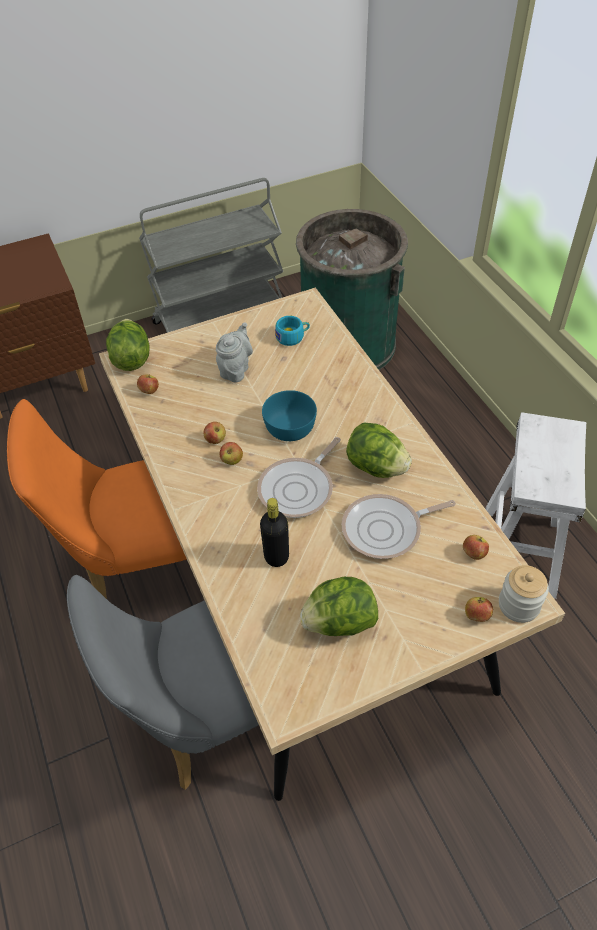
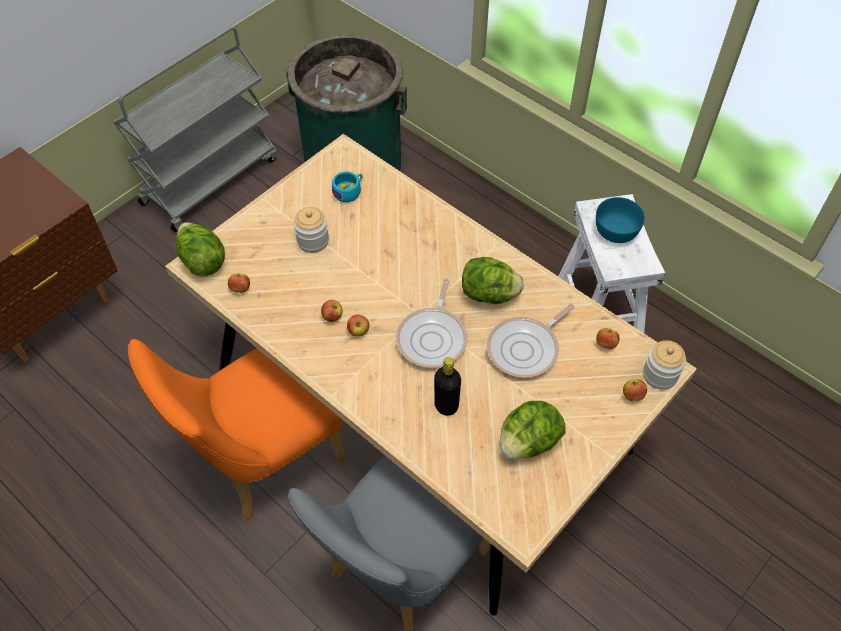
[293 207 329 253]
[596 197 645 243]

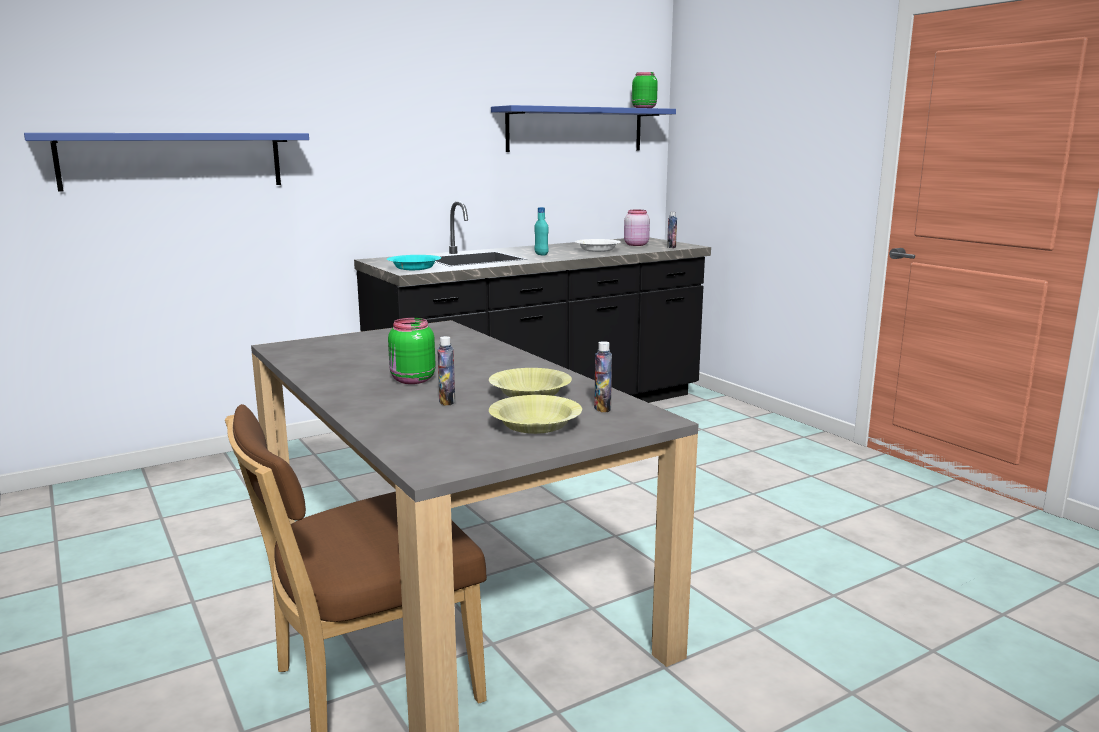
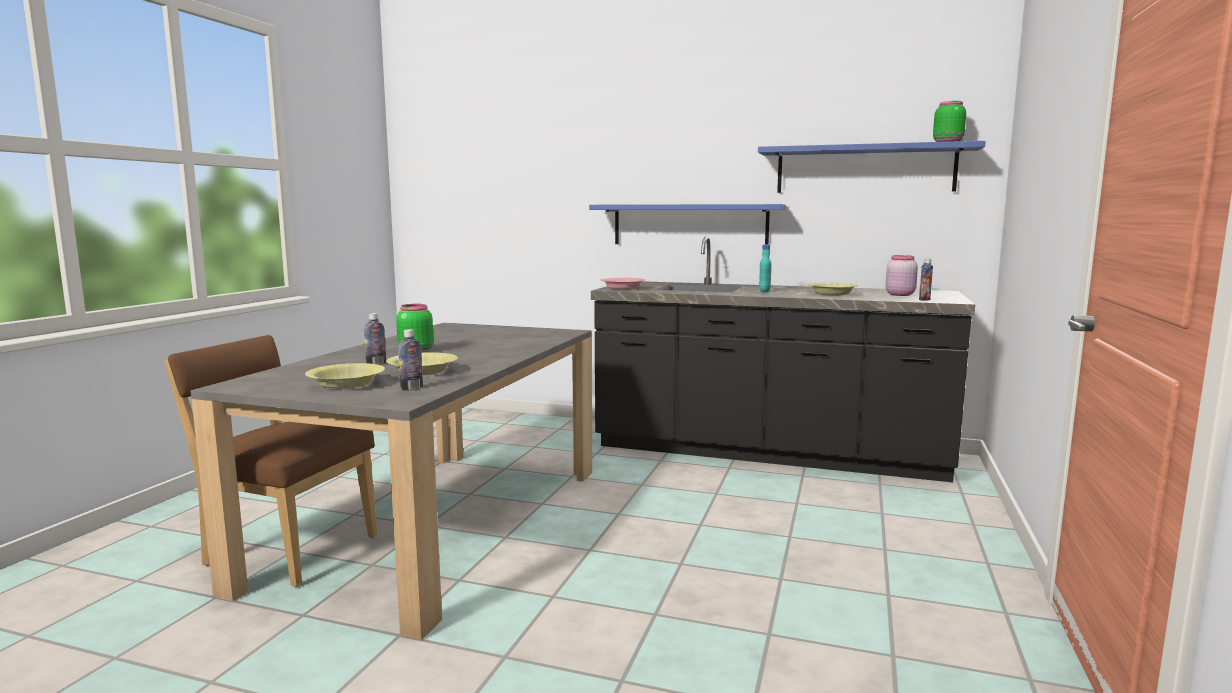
[589 204 786 245]
[600 278 646 290]
[807 282 859 296]

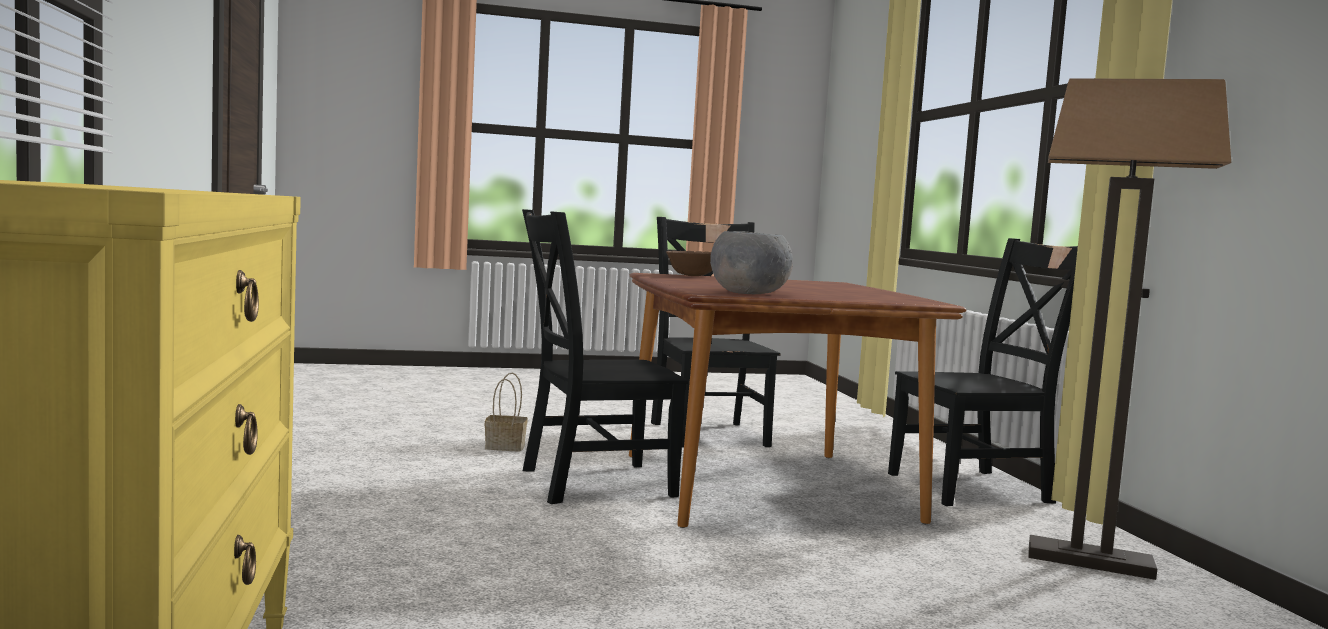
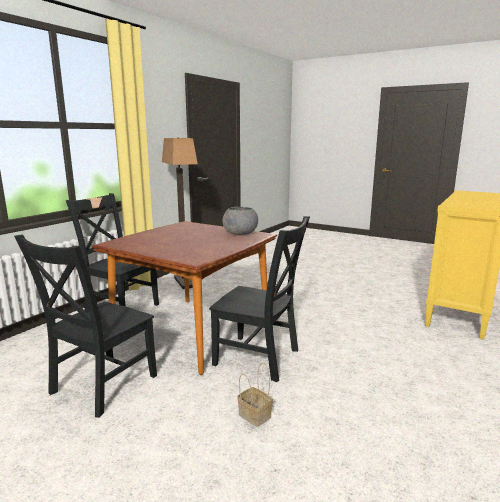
[666 251 712 276] (first image)

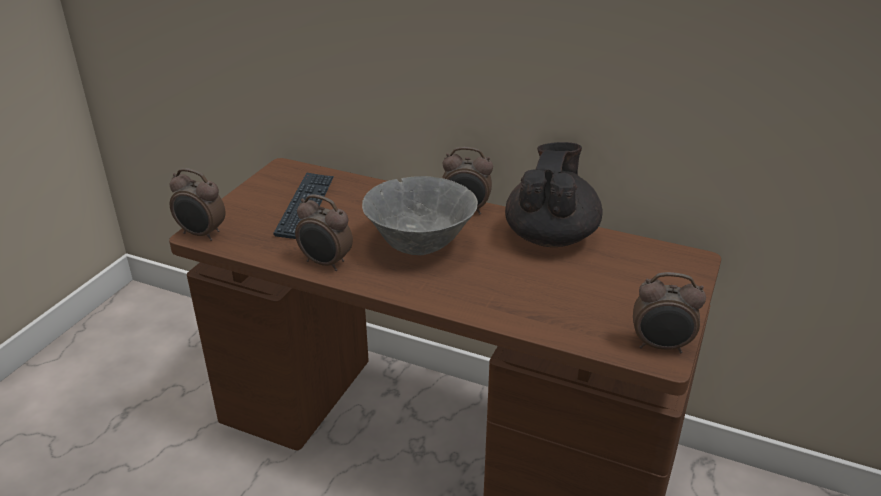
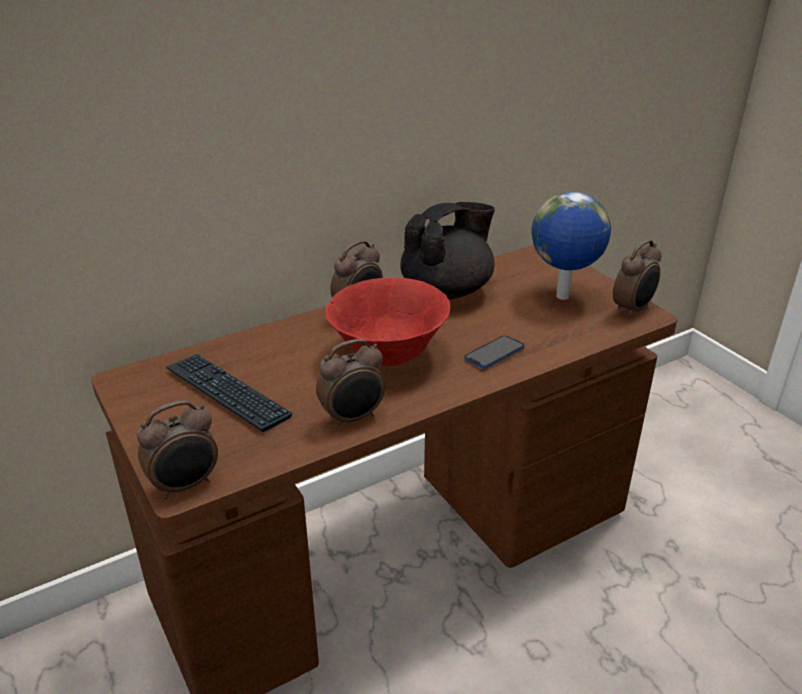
[325 277 450 366]
[400 202 495 299]
[464 335 524 369]
[532 192 611 300]

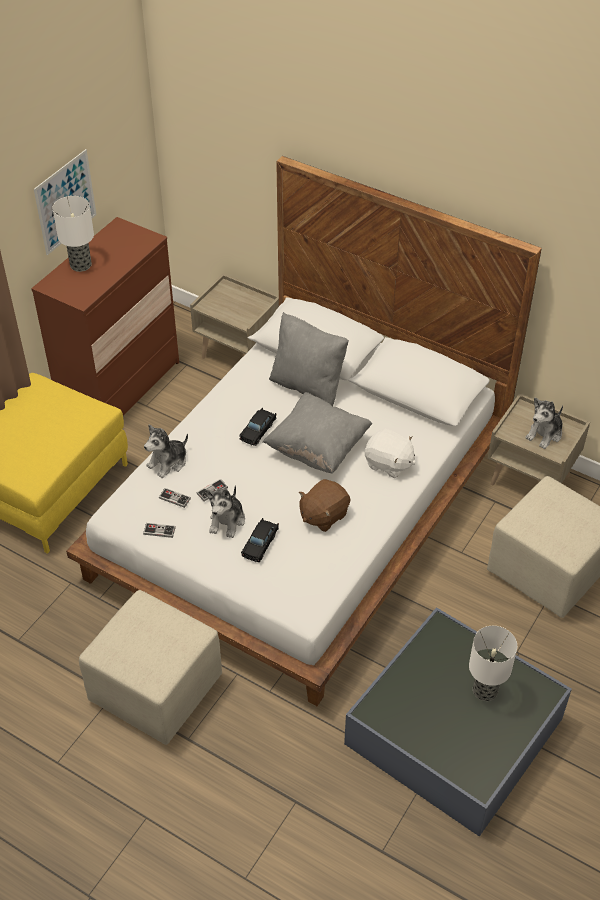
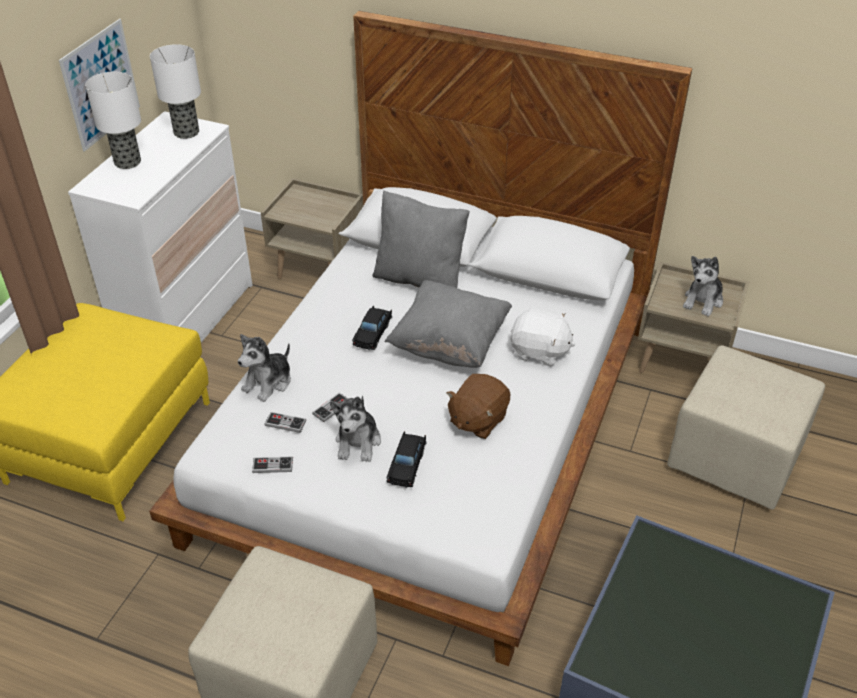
[68 111 253 342]
[150 44 201 139]

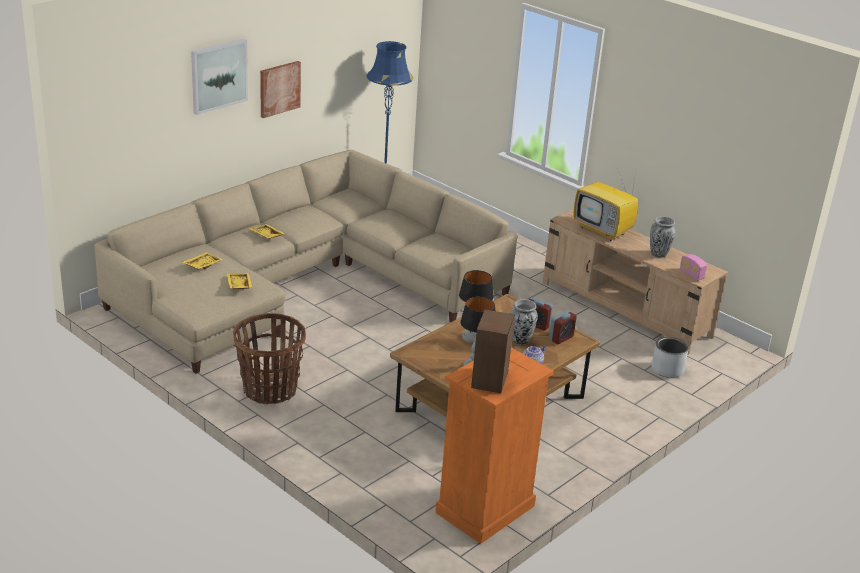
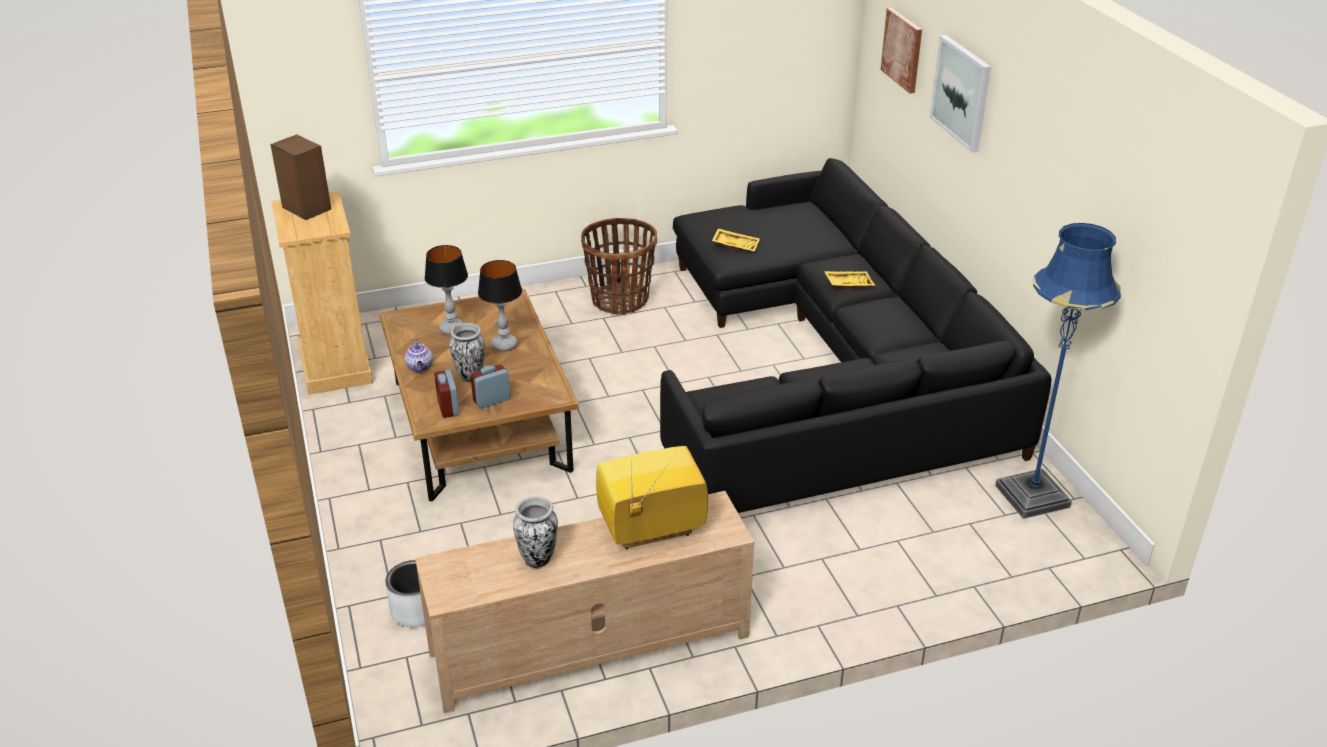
[272 192 373 395]
[660 158 1052 513]
[881 8 922 93]
[183 252 223 269] (first image)
[680 254 707 281] (first image)

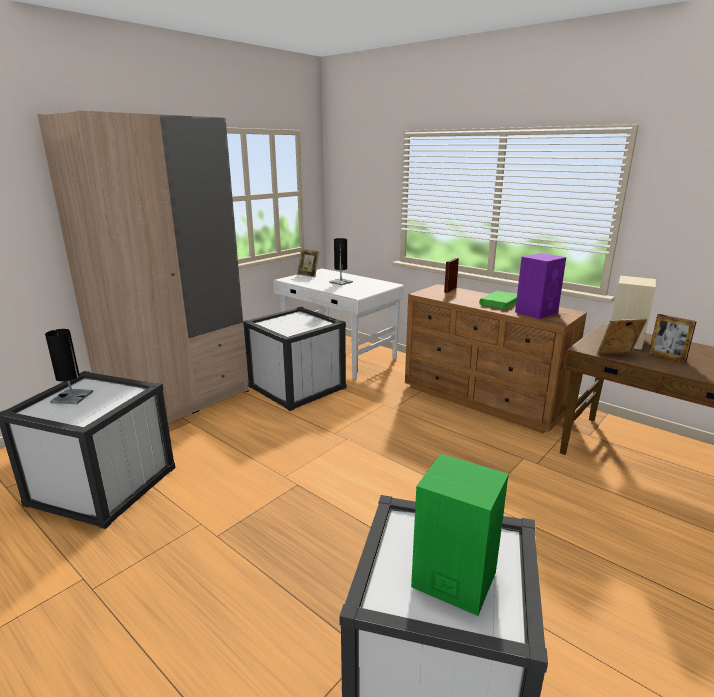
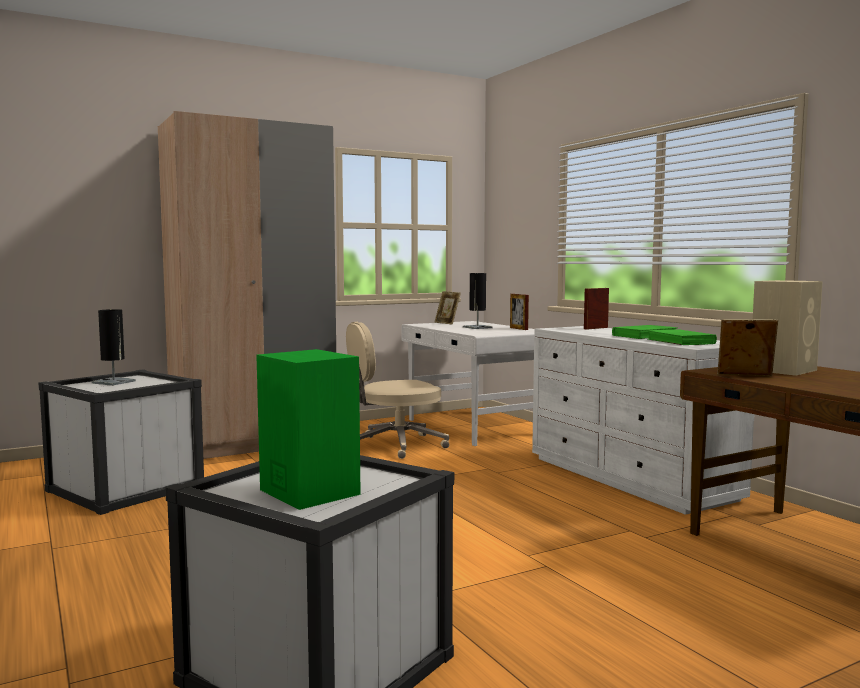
[346 322 449 459]
[510 294 529 330]
[532 326 754 515]
[647 329 717 345]

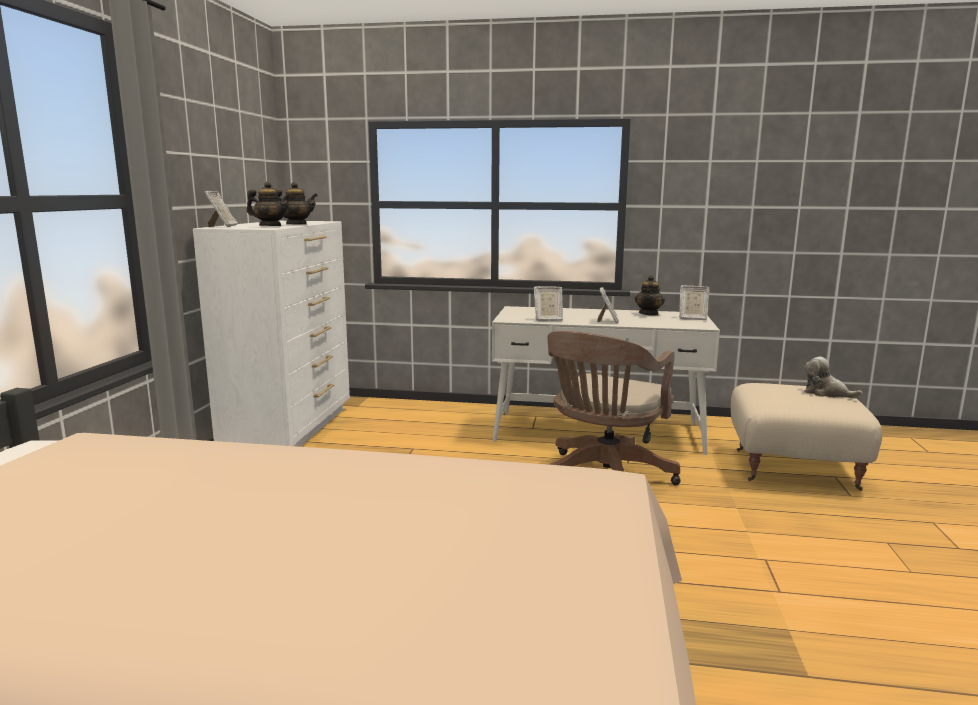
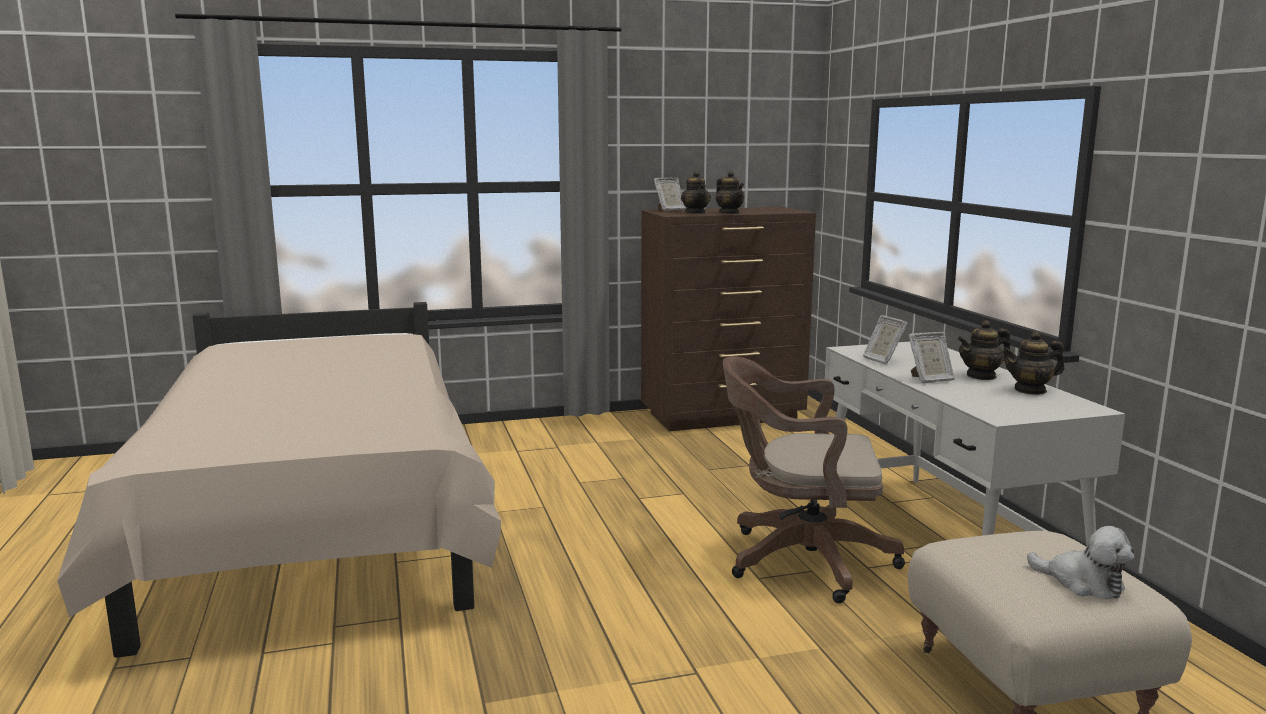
[641 207 816 431]
[958 320 1010 380]
[1027 526 1135 599]
[679 285 710 320] (first image)

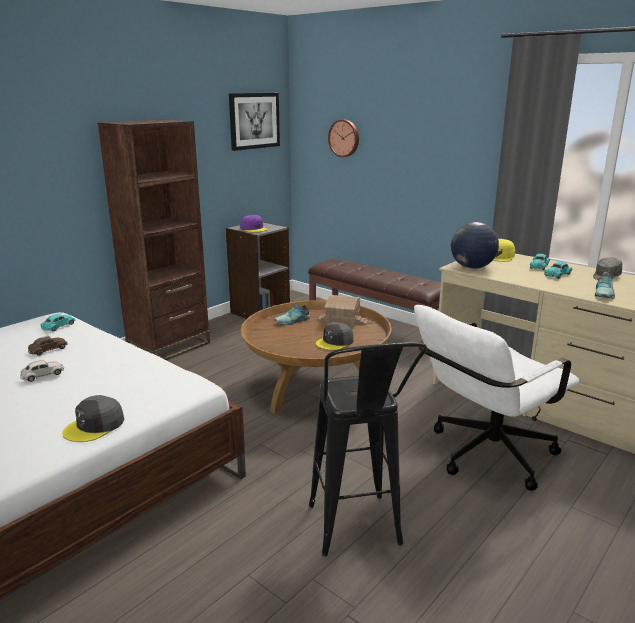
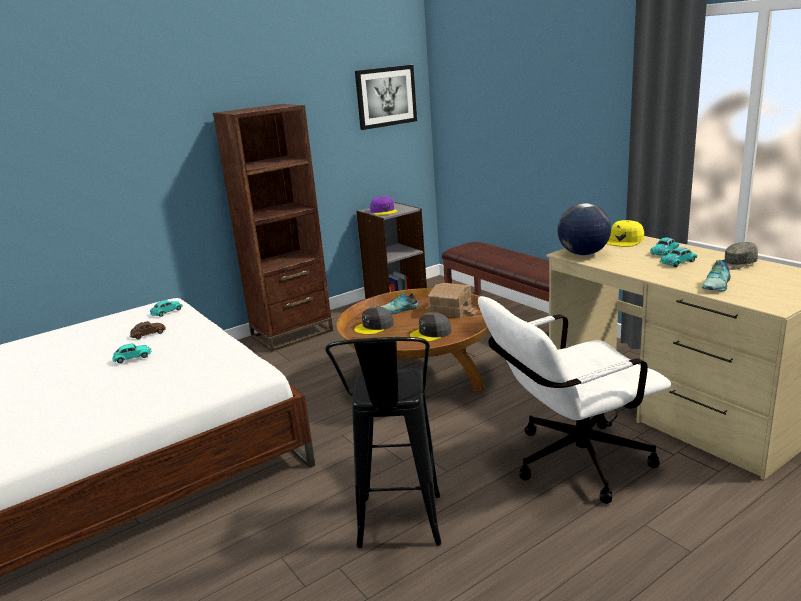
[112 344 151 363]
[354 306 394 335]
[328 119 359 157] (first image)

